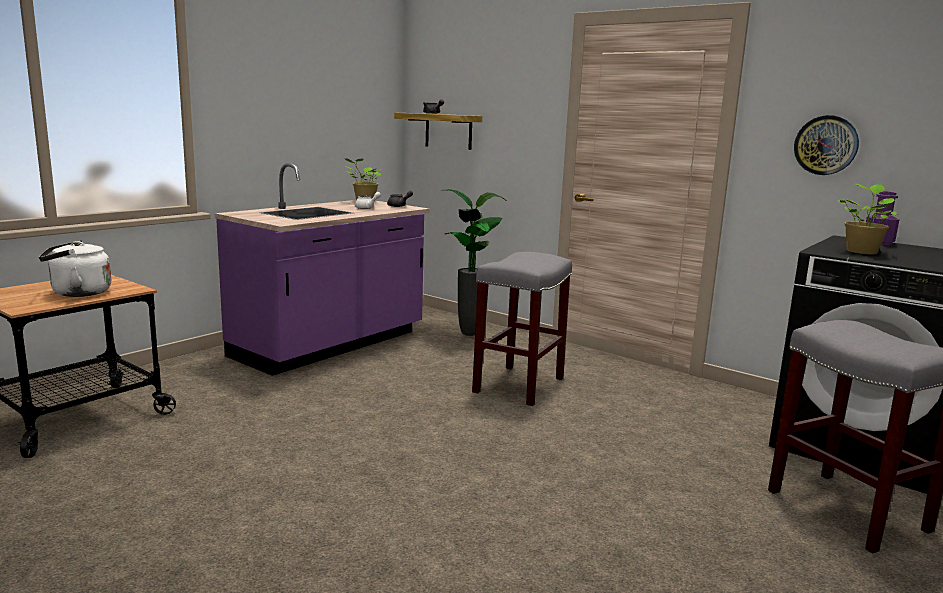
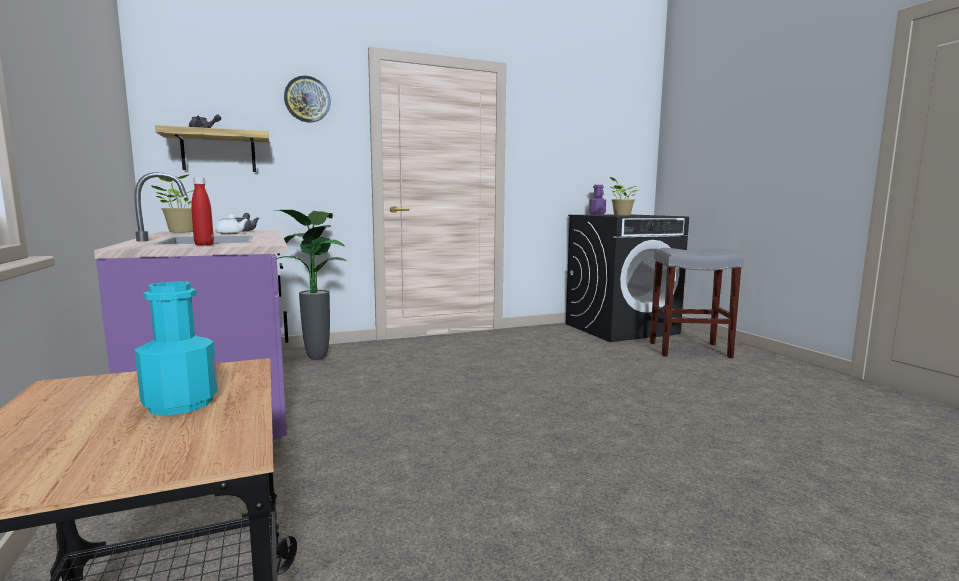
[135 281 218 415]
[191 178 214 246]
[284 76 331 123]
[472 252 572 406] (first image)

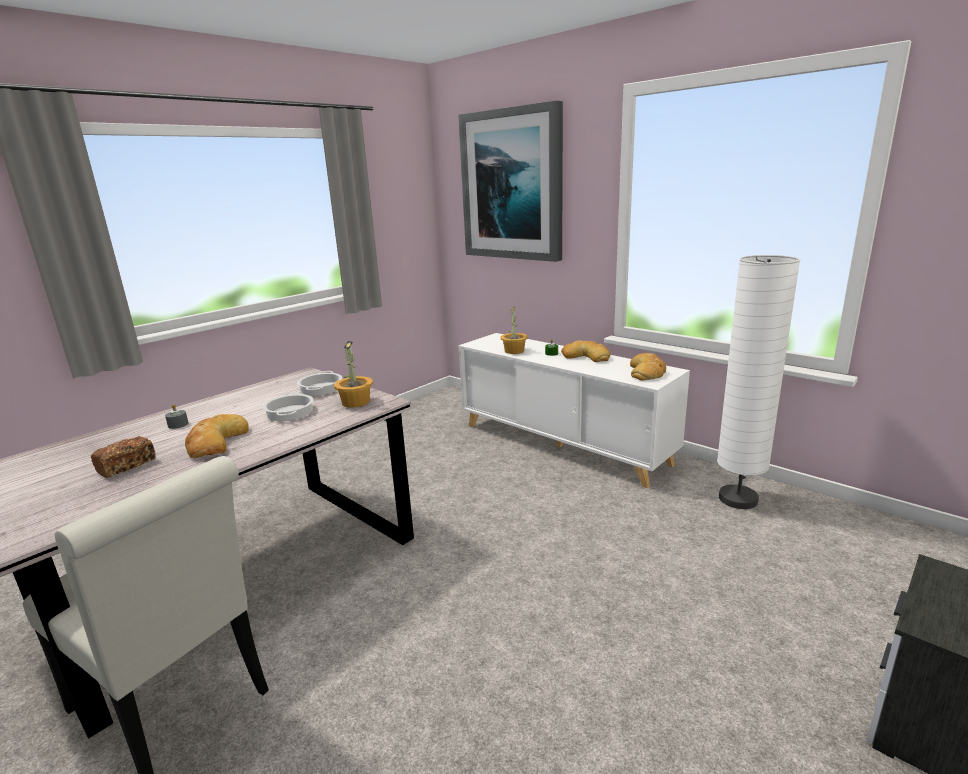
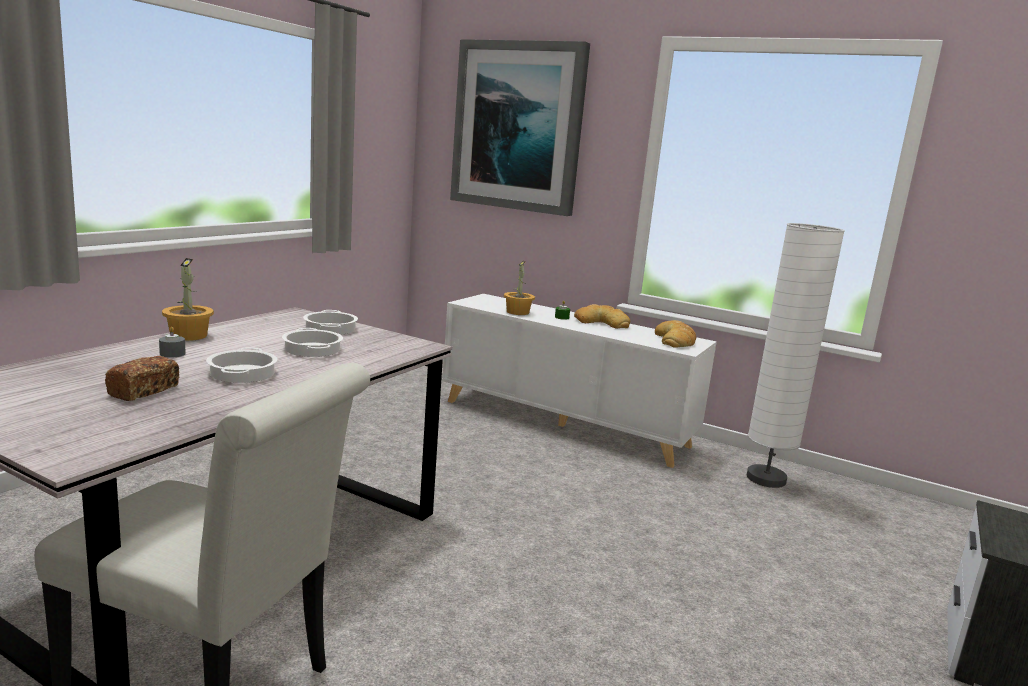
[162 258 214 341]
[206 348 278 383]

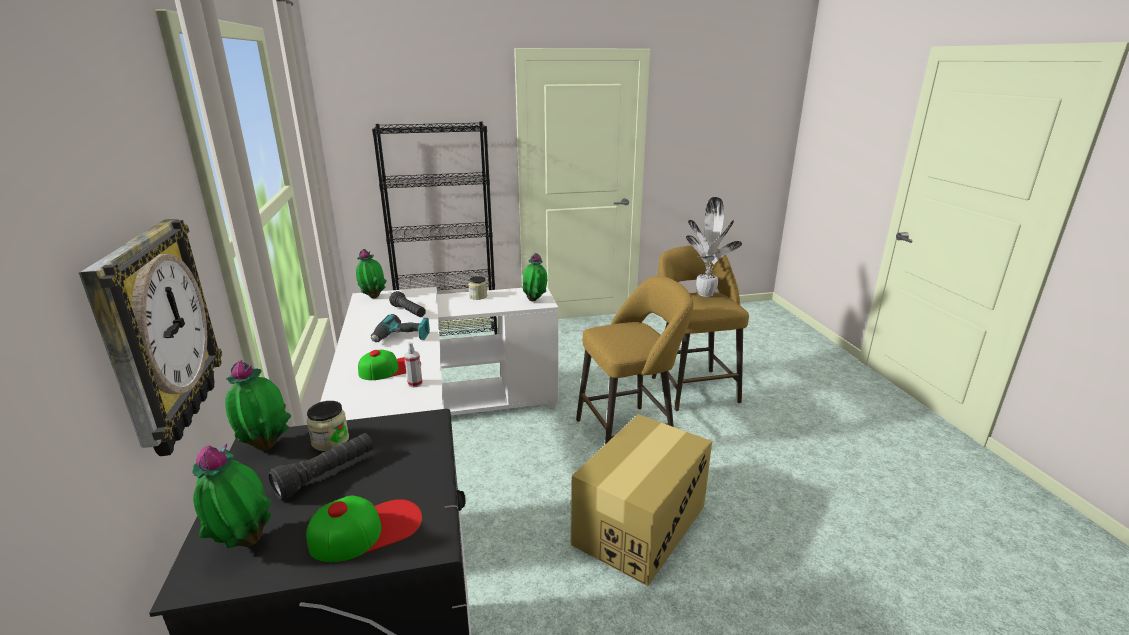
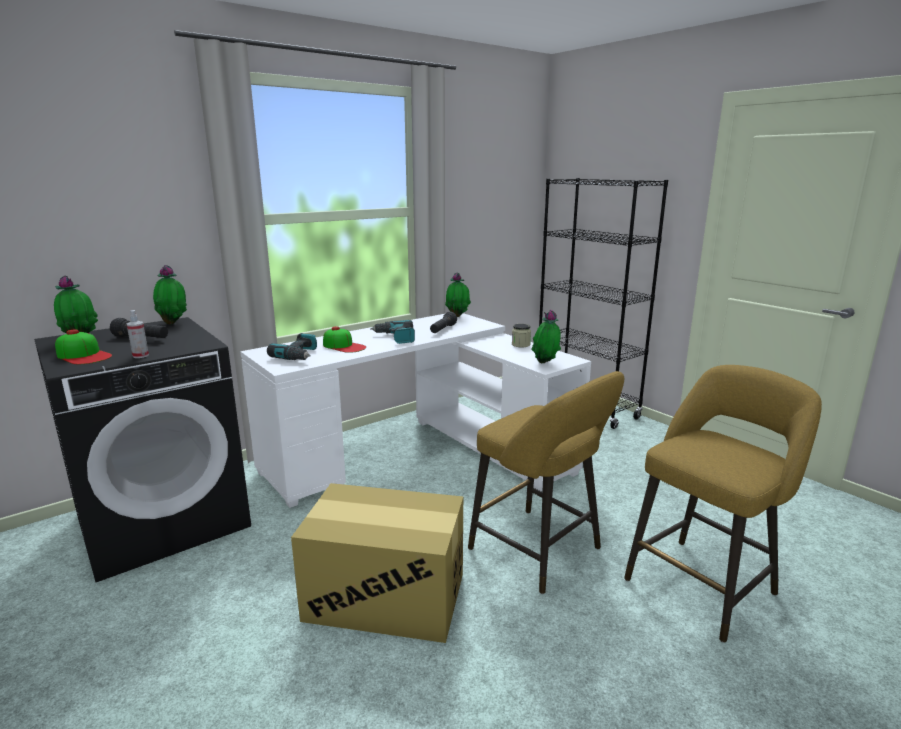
[127 310 149 358]
[267 333 317 360]
[78 219 222 456] (first image)
[307 401 349 451] (first image)
[686 197 742 297] (first image)

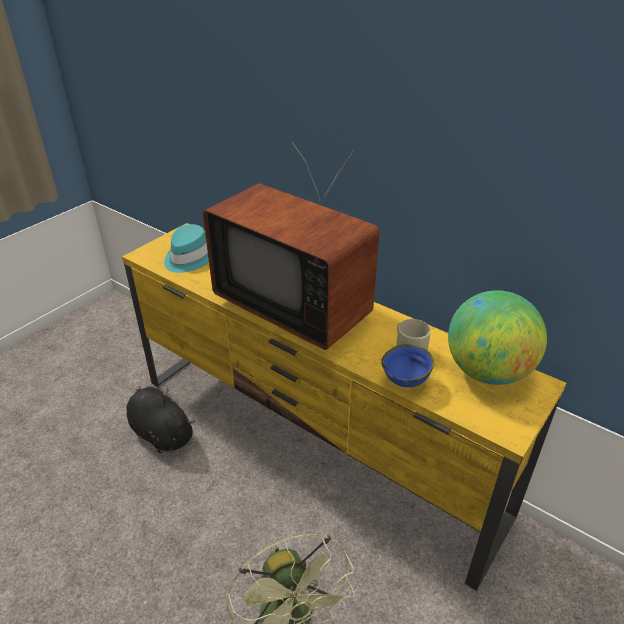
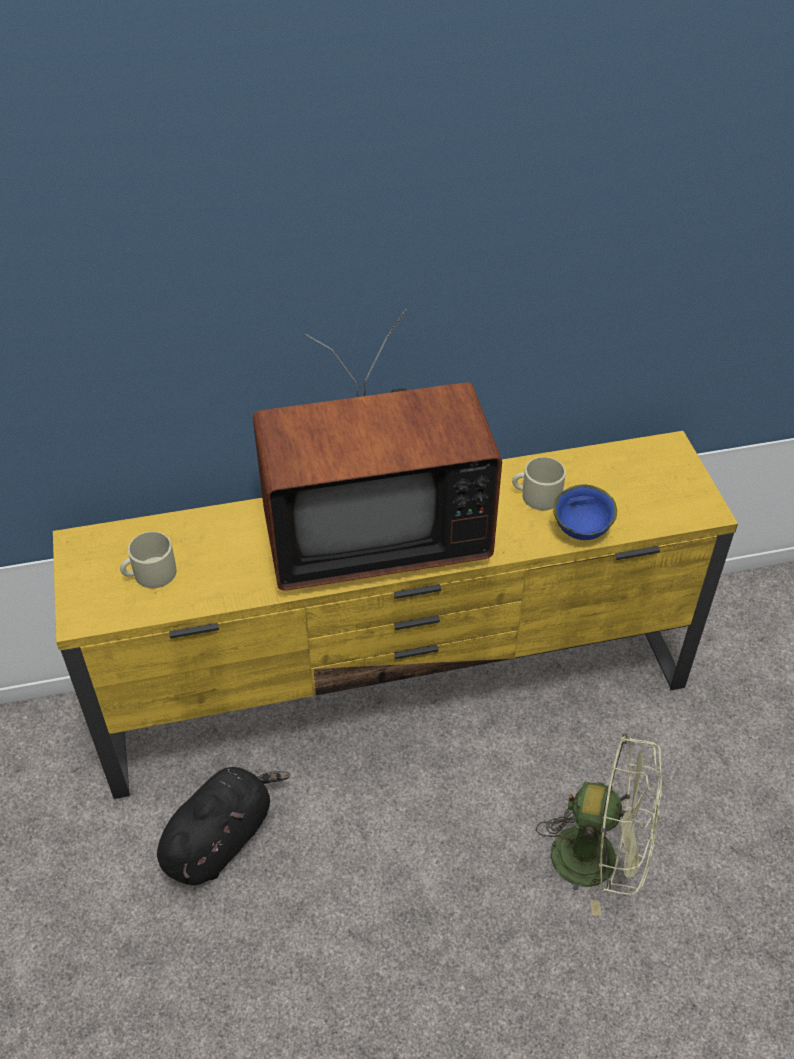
[120 531 177 588]
[157 767 290 885]
[448 290 547 385] (first image)

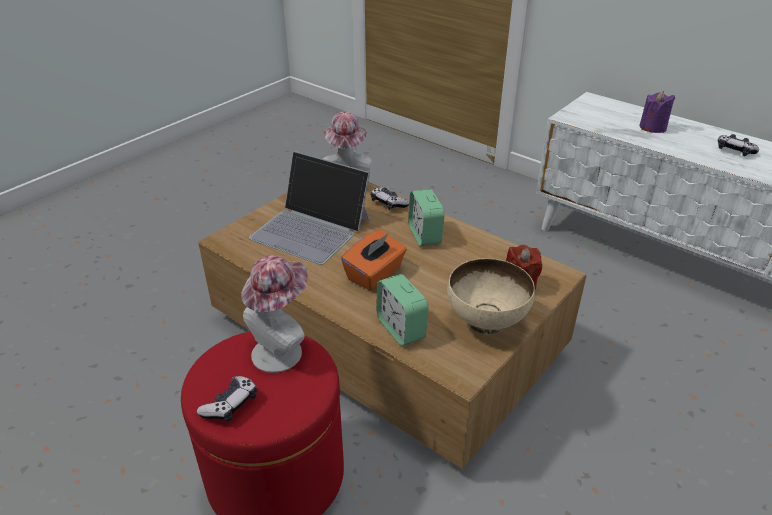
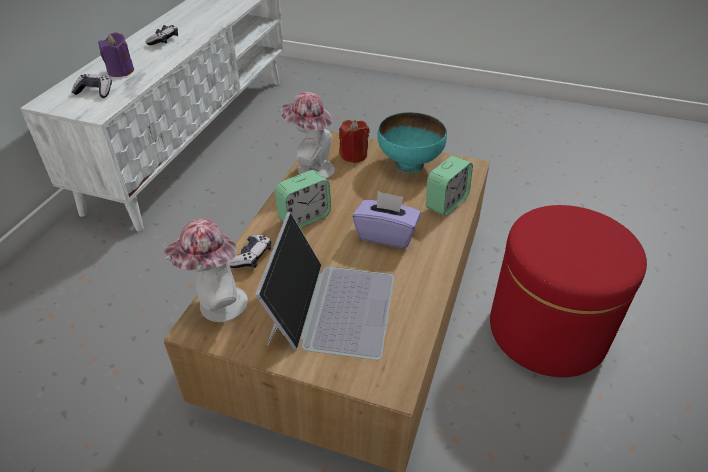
[72 74 112 98]
[281 92 335 179]
[353 191 421 248]
[377 112 447 173]

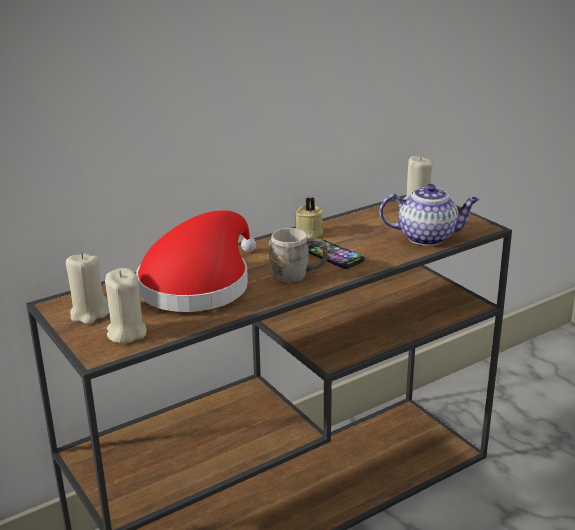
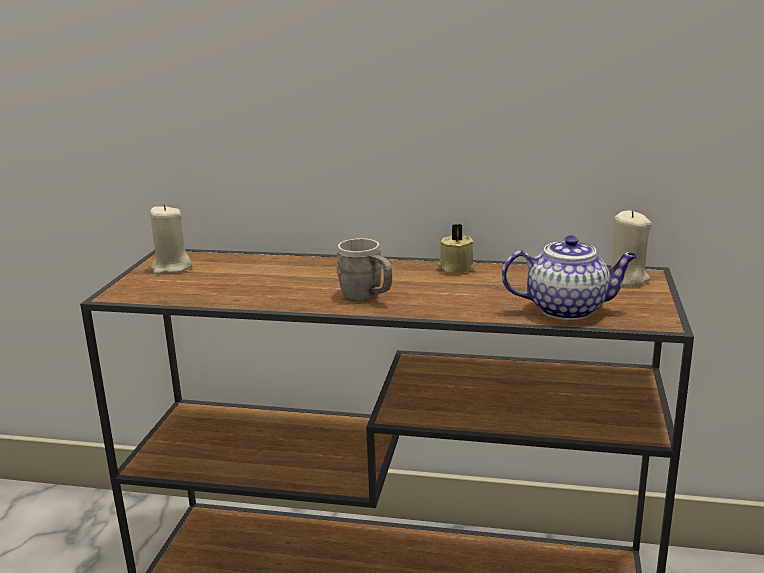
[502 235 638 320]
[105 268 147 343] (first image)
[136 210 256 312] (first image)
[309 240 365 269] (first image)

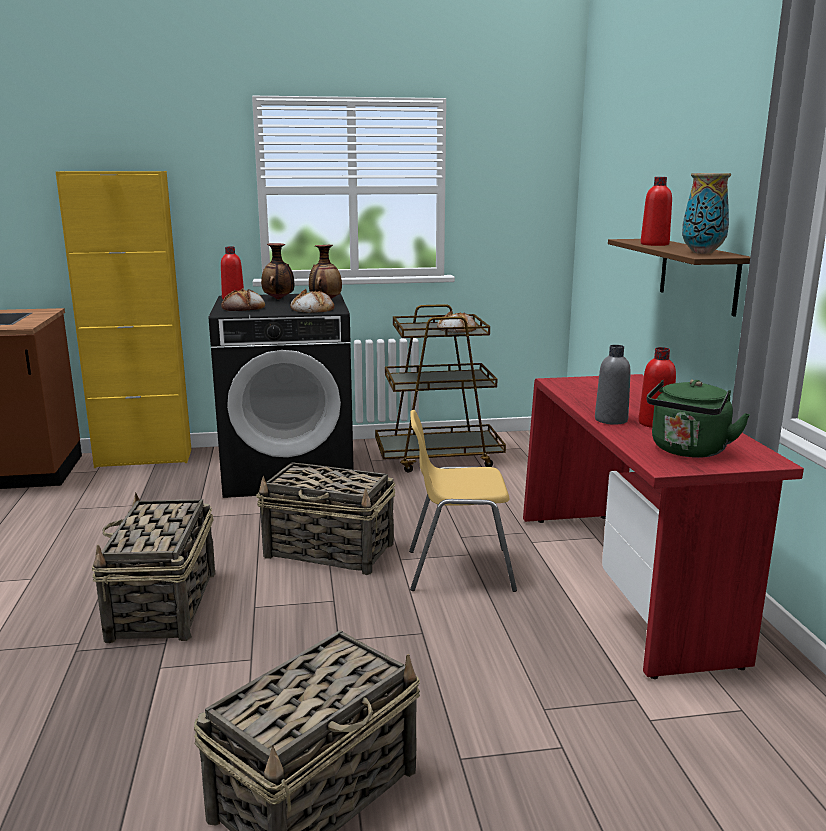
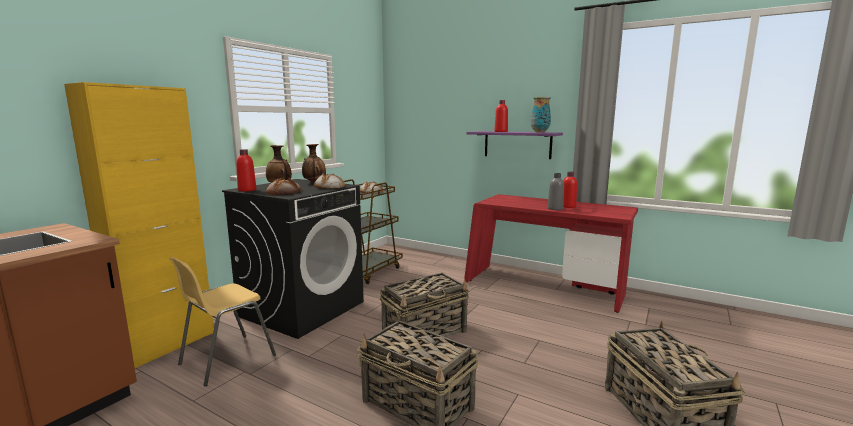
[169 257 276 386]
[467 131 563 159]
[646 379 750 458] (first image)

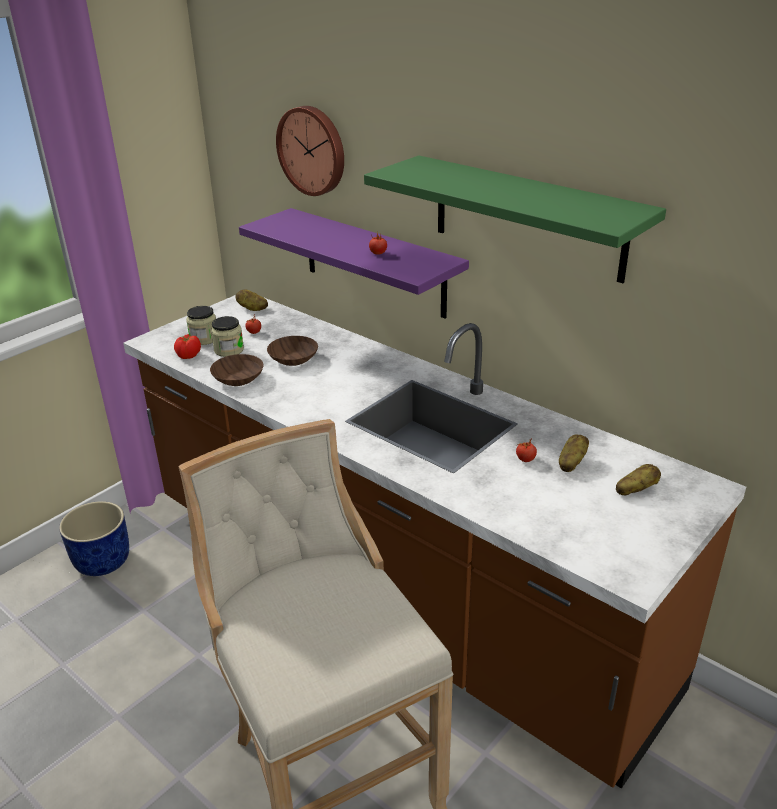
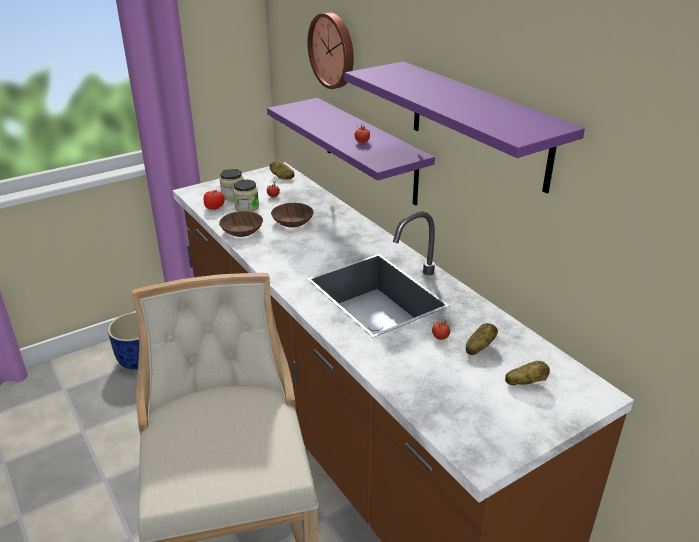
[345 61 585 193]

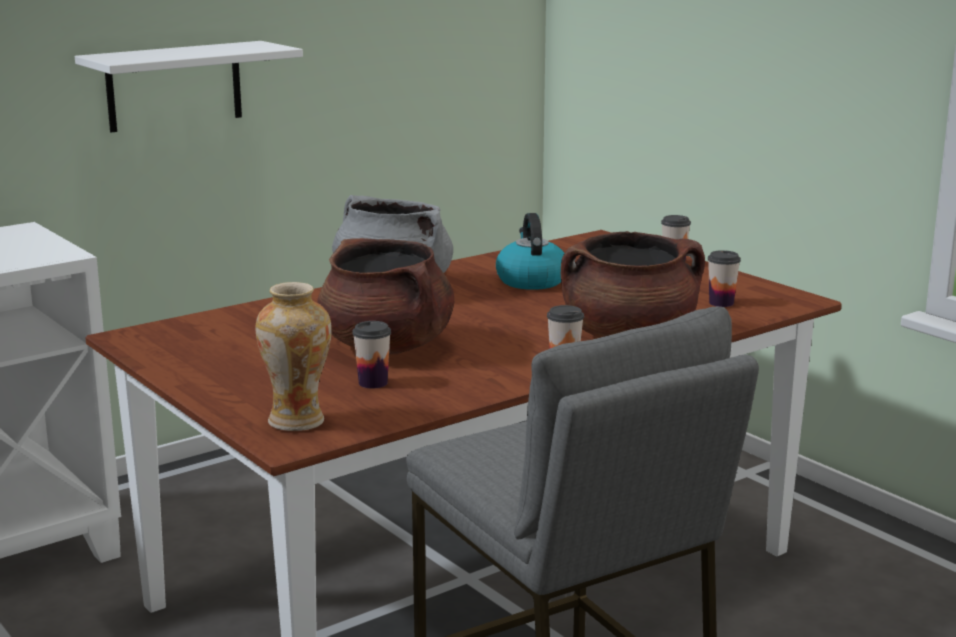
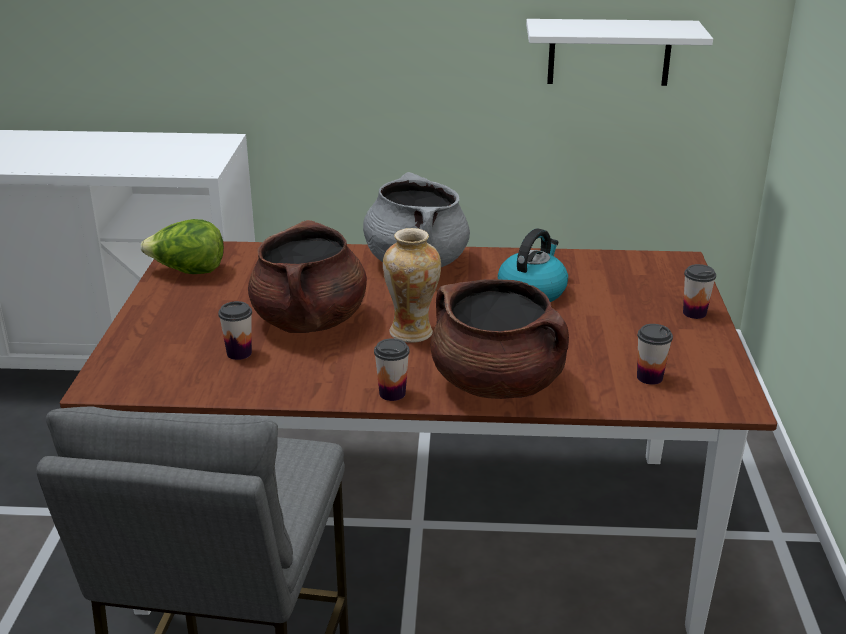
[141 219 224 274]
[383 228 441 343]
[526 19 713 86]

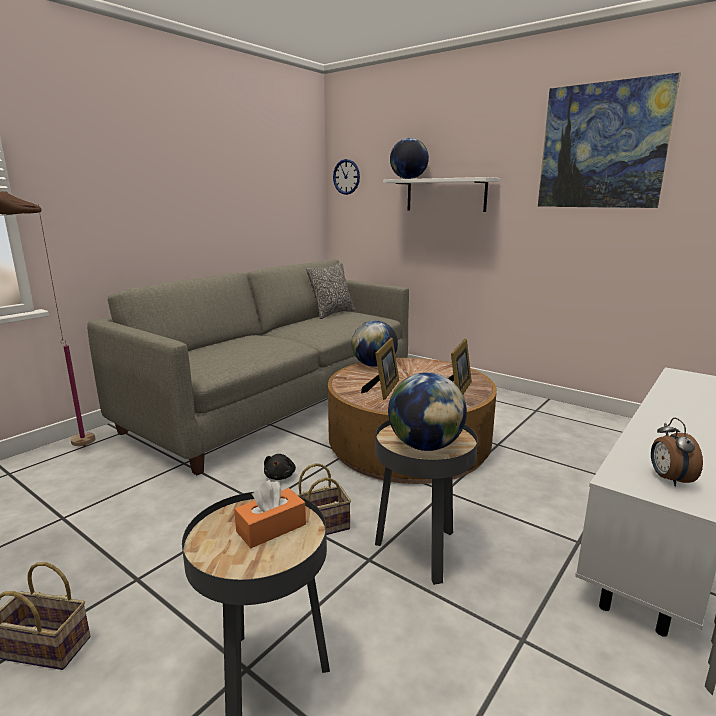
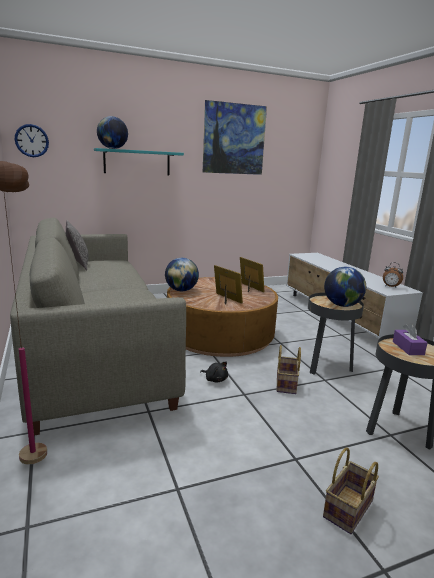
[94 148 184 175]
[393 323 427 355]

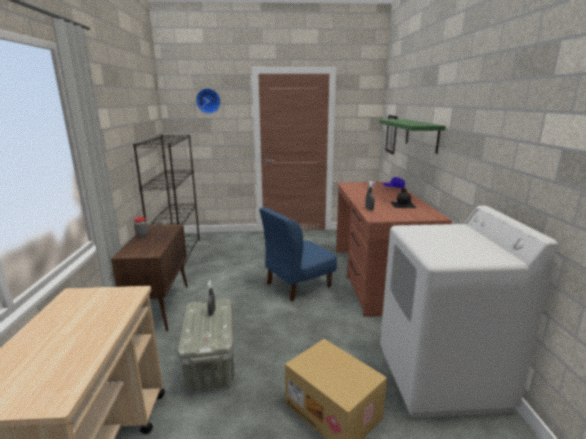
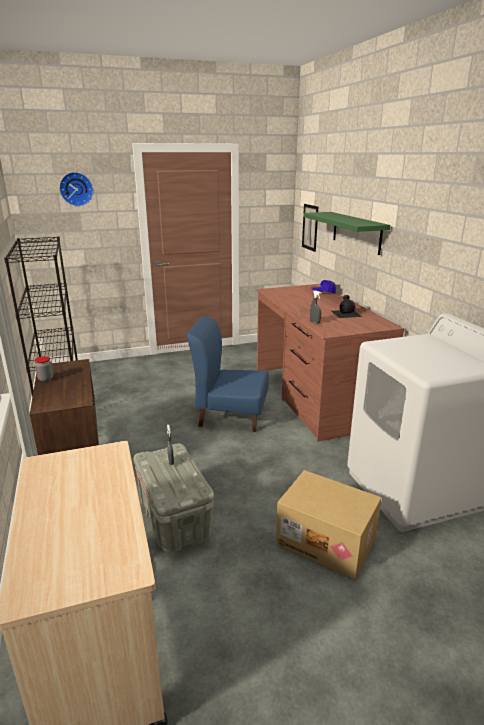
[187 316 269 432]

